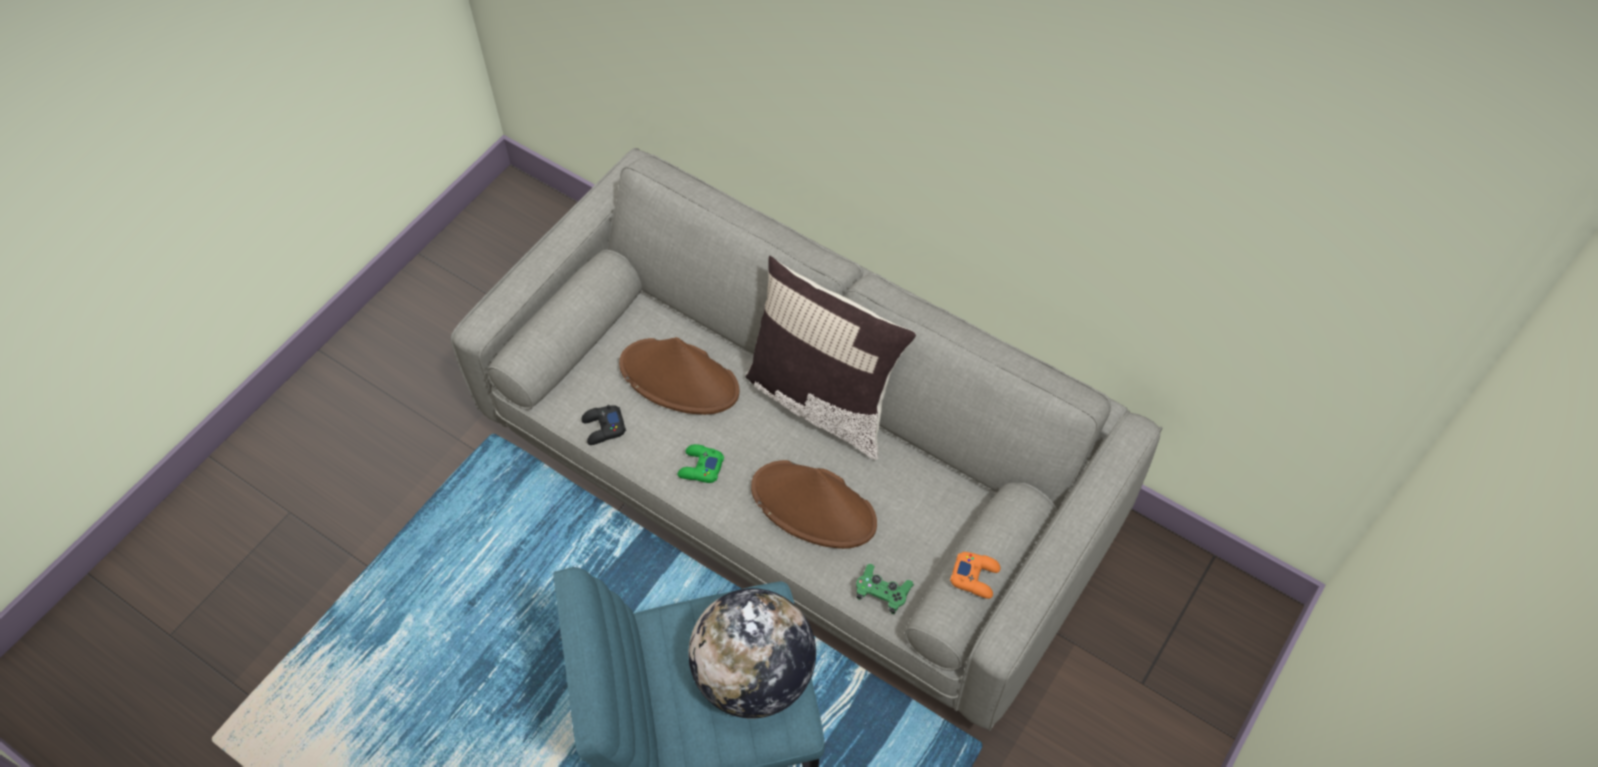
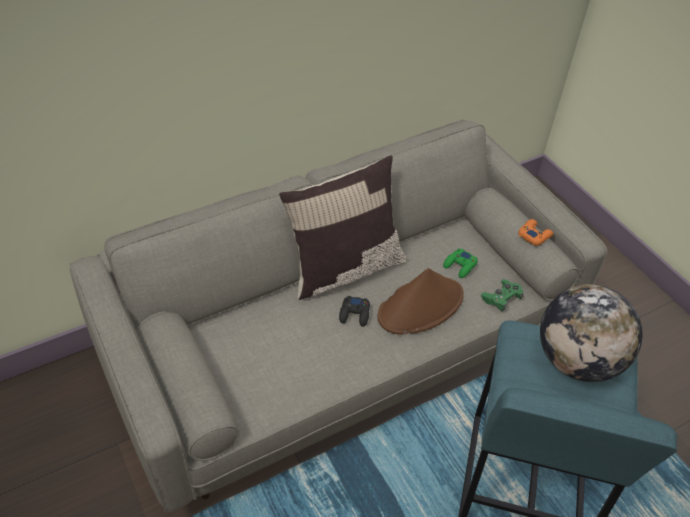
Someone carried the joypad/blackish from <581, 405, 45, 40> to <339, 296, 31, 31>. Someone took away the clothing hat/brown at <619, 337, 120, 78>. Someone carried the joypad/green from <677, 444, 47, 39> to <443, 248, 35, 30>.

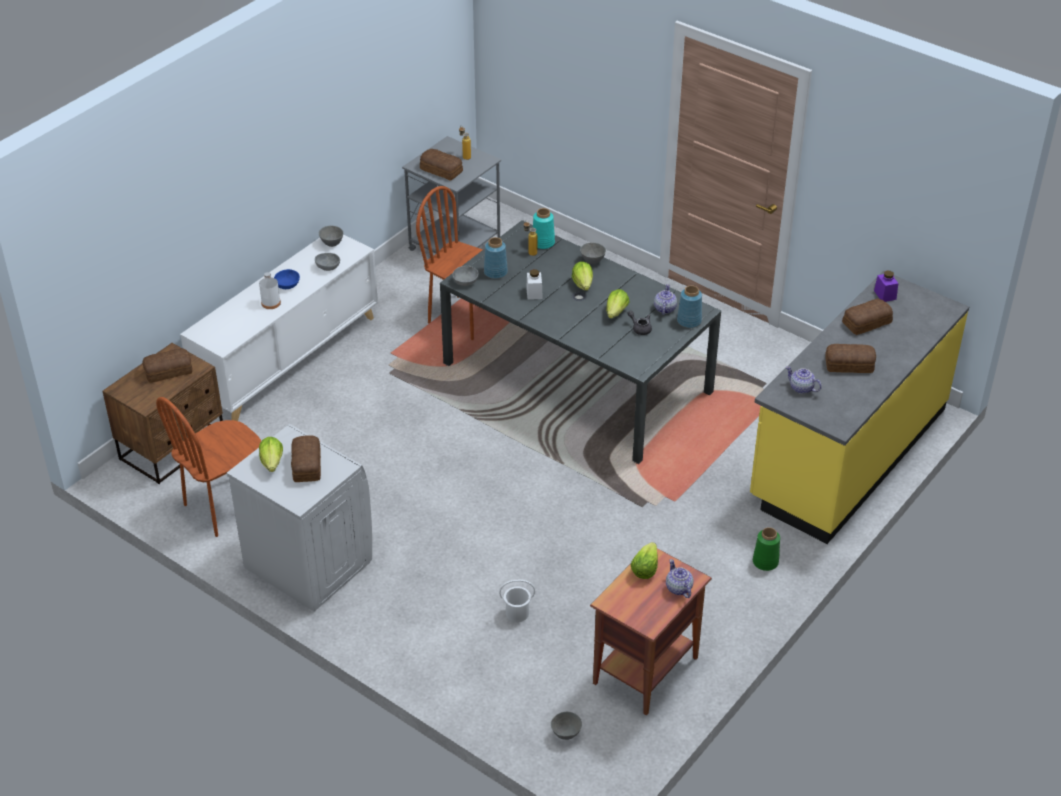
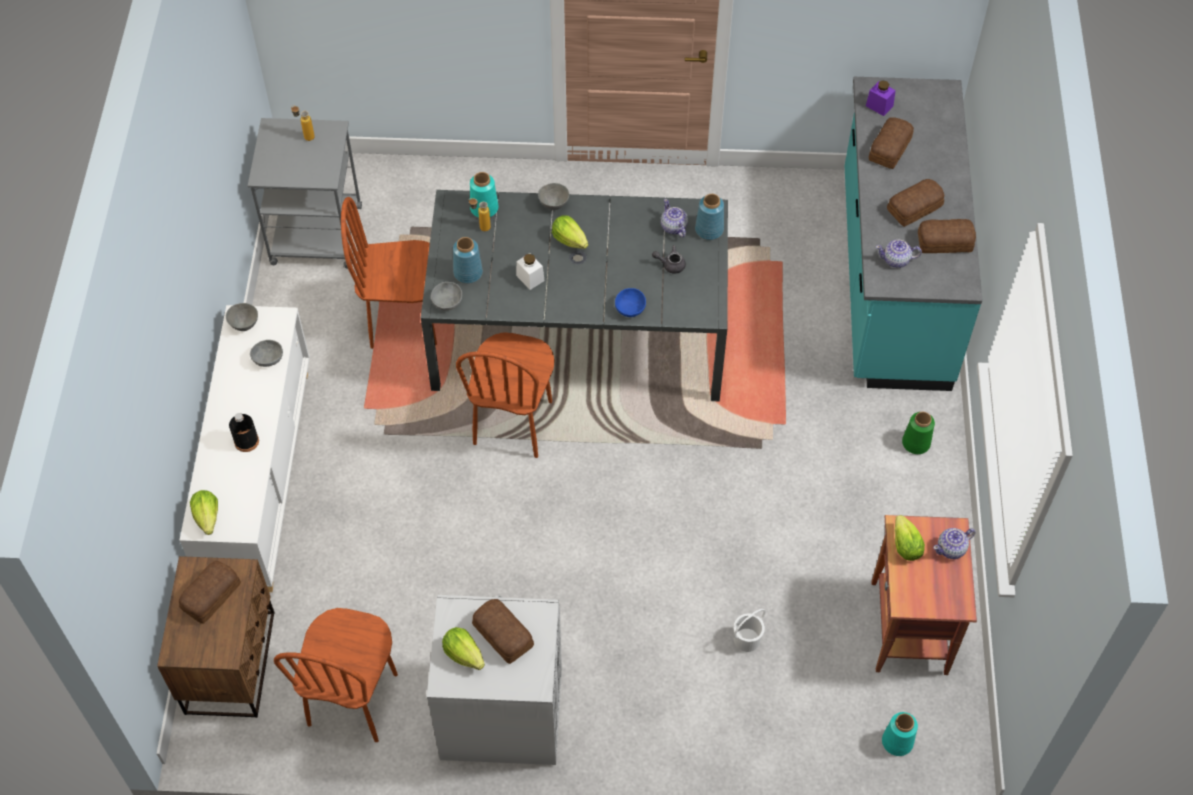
Someone repainted the bottle/white at <259, 272, 22, 37>, which became the bottle/blackish at <229, 413, 30, 39>. Someone carried the serving bowl/bluish from <274, 269, 26, 20> to <615, 288, 31, 29>. Someone carried the bread from <420, 149, 43, 32> to <918, 219, 58, 34>. Someone swapped the serving bowl/grey at <551, 712, 31, 28> for the flower vase/turquoise-coloured at <882, 712, 36, 44>. Someone carried the head of lettuce from <606, 289, 23, 30> to <190, 490, 28, 45>. Someone rotated the teapot at <666, 559, 28, 39> by 60 degrees counterclockwise. Someone repainted the kitchen base unit/yellow at <750, 271, 219, 273>, which became the kitchen base unit/turquoise-coloured at <845, 77, 138, 314>. Someone put down the chair/brown at <456, 332, 99, 126>.

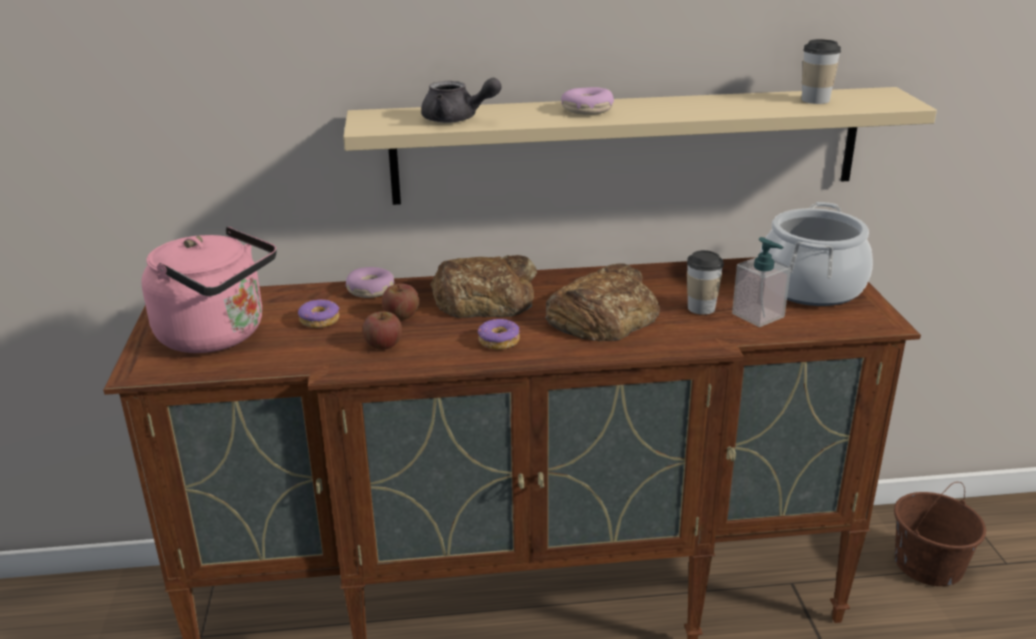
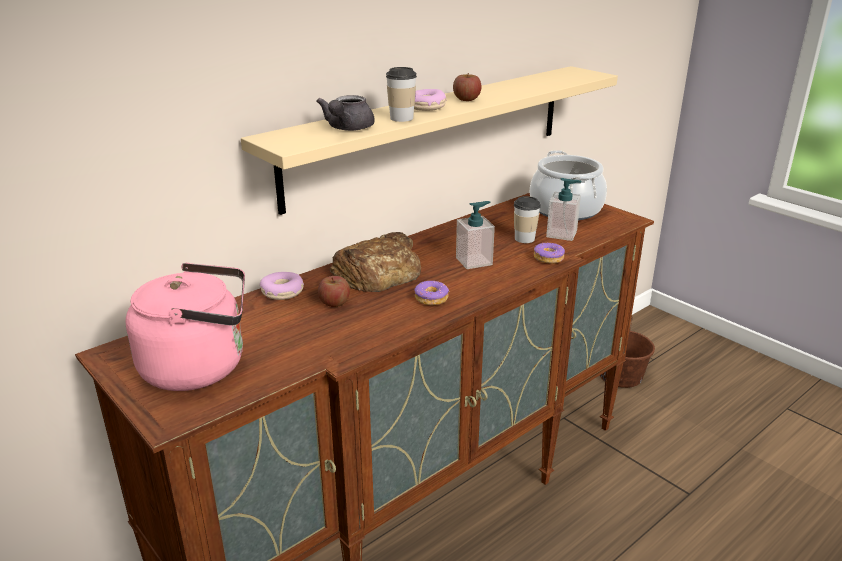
Someone carried the doughnut from <298, 299, 42, 29> to <534, 242, 31, 22>. Someone carried the apple fruit from <362, 311, 40, 39> to <453, 73, 28, 28>. Someone rotated the teapot/grey at <421, 78, 80, 45> by 120 degrees clockwise. Someone swapped the bread at <545, 263, 115, 78> for the soap bottle at <456, 201, 39, 68>. Someone carried the small cup from <802, 39, 39, 65> to <386, 67, 31, 55>.

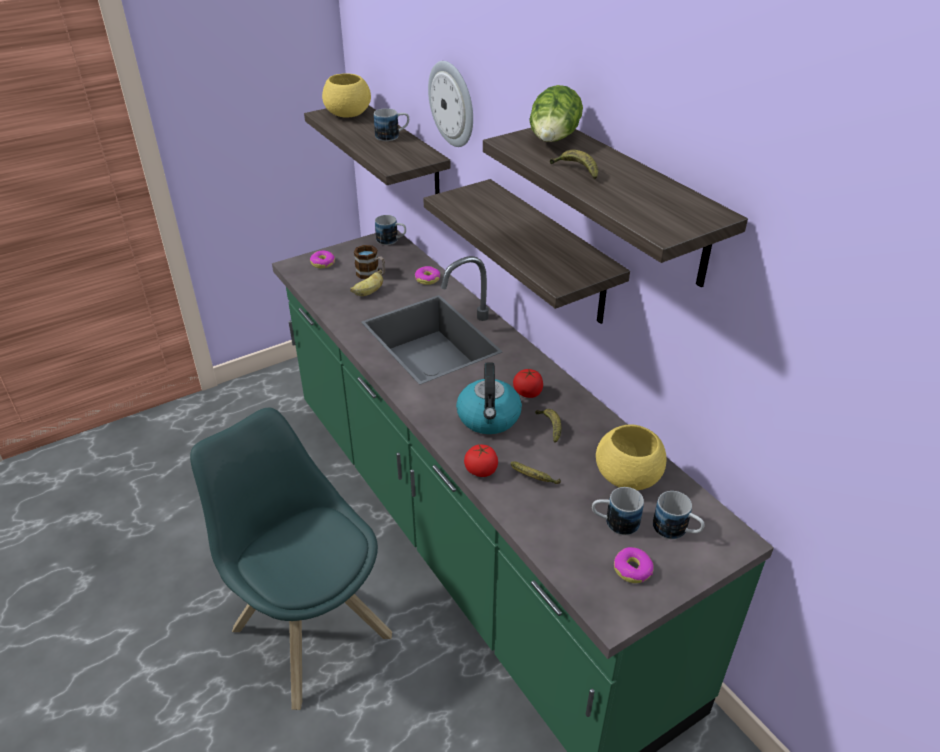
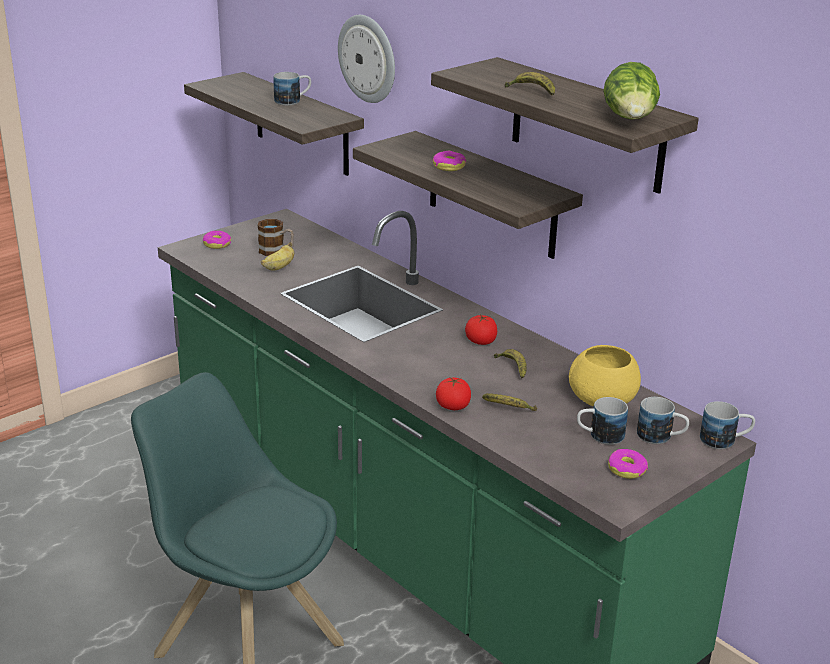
Someone took away the serving bowl/yellow at <322, 74, 49, 44>. Someone carried the coffee mug from <375, 215, 31, 30> to <700, 401, 55, 48>. Someone carried the doughnut from <415, 266, 25, 19> to <432, 151, 34, 20>. Someone took away the kettle at <456, 363, 66, 71>. Someone carried the head of lettuce from <530, 85, 53, 57> to <603, 62, 57, 57>.

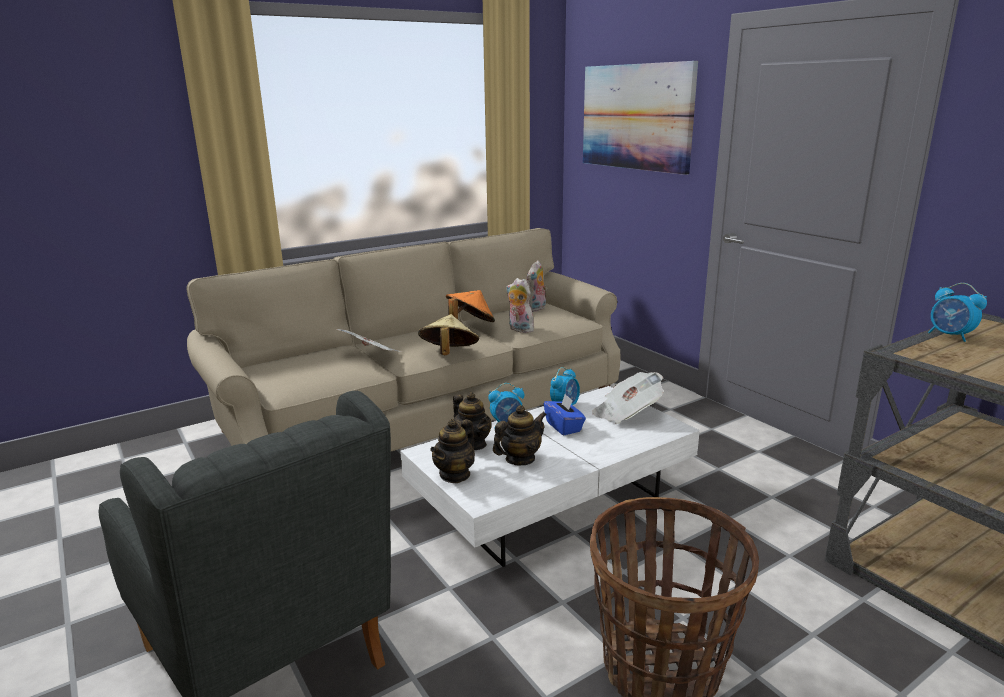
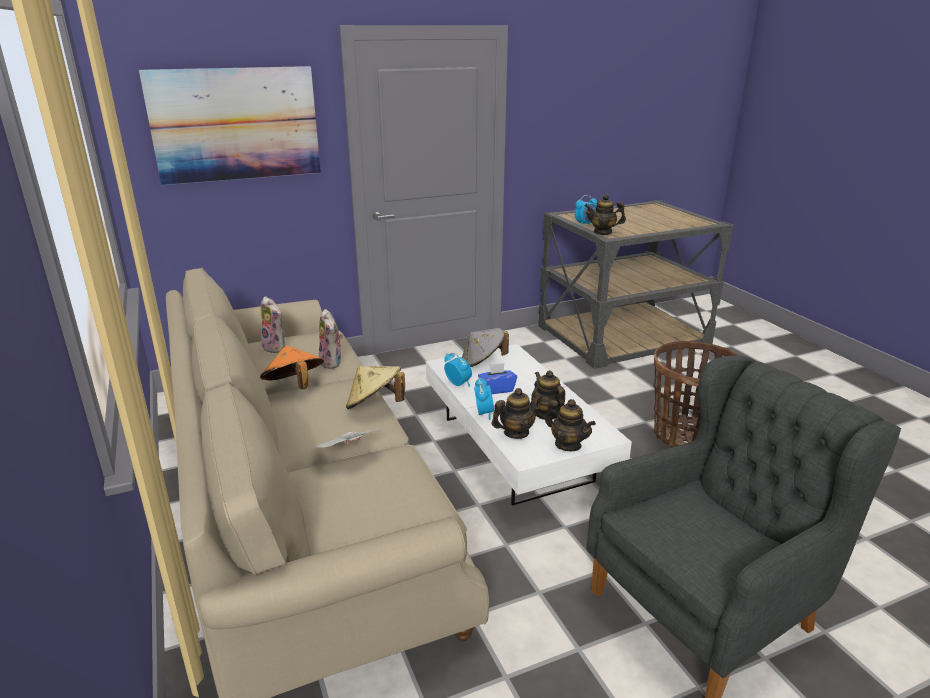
Someone rotated the plush toy at <506, 278, 28, 55> by 75 degrees counterclockwise. Someone swapped the printed paper at <592, 372, 72, 52> for the clothing hat/grey at <462, 328, 47, 39>. Someone put down the teapot at <584, 195, 42, 40>.

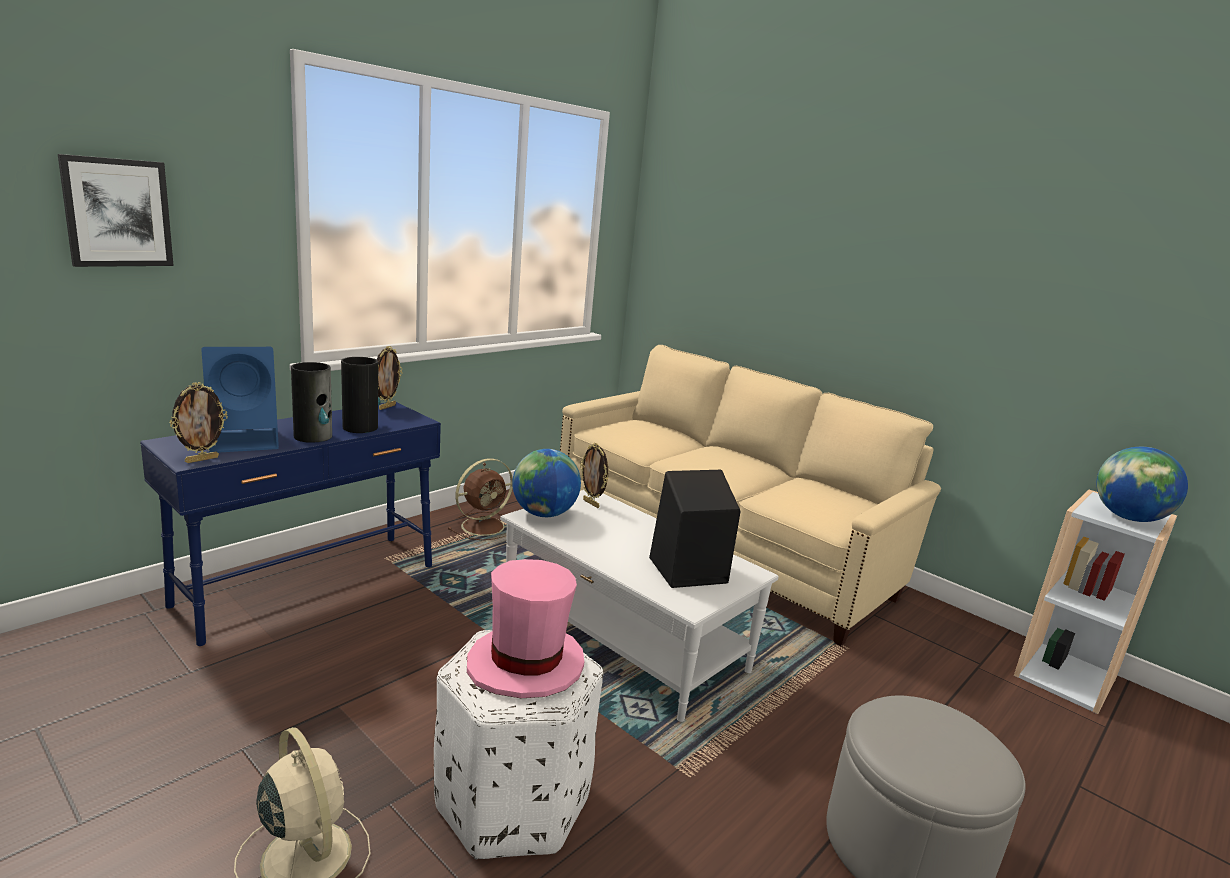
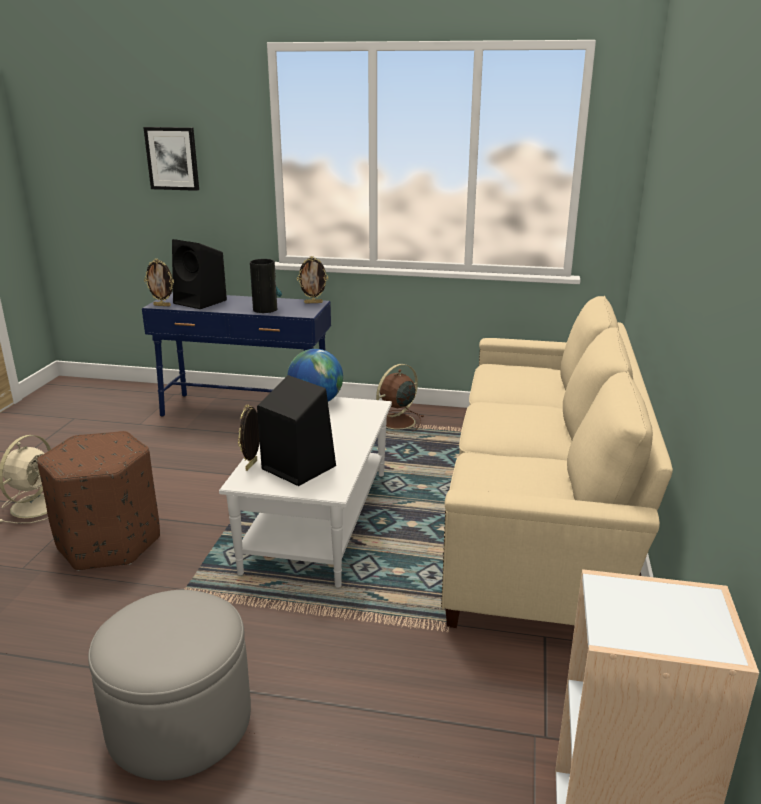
Someone repainted the audio speaker/bluish at <201, 347, 78, 106>, which became the audio speaker/blackish at <172, 239, 55, 70>. Someone took away the flower vase at <291, 362, 41, 81>. Someone repainted the pouffe/white at <434, 630, 169, 229>, which became the pouffe/brown at <37, 431, 123, 140>. Someone rotated the cooling fan/brown at <448, 458, 65, 82> by 120 degrees clockwise. Someone took away the clothing hat/pink at <467, 559, 117, 139>. Someone carried the photo frame from <580, 443, 28, 65> to <238, 404, 22, 67>. Someone took away the globe at <1096, 447, 92, 75>.

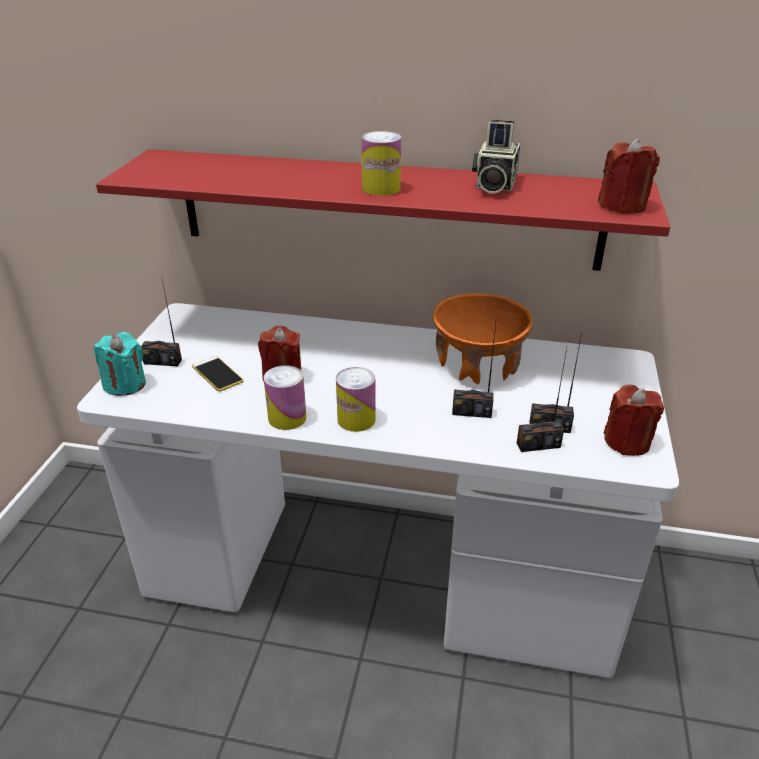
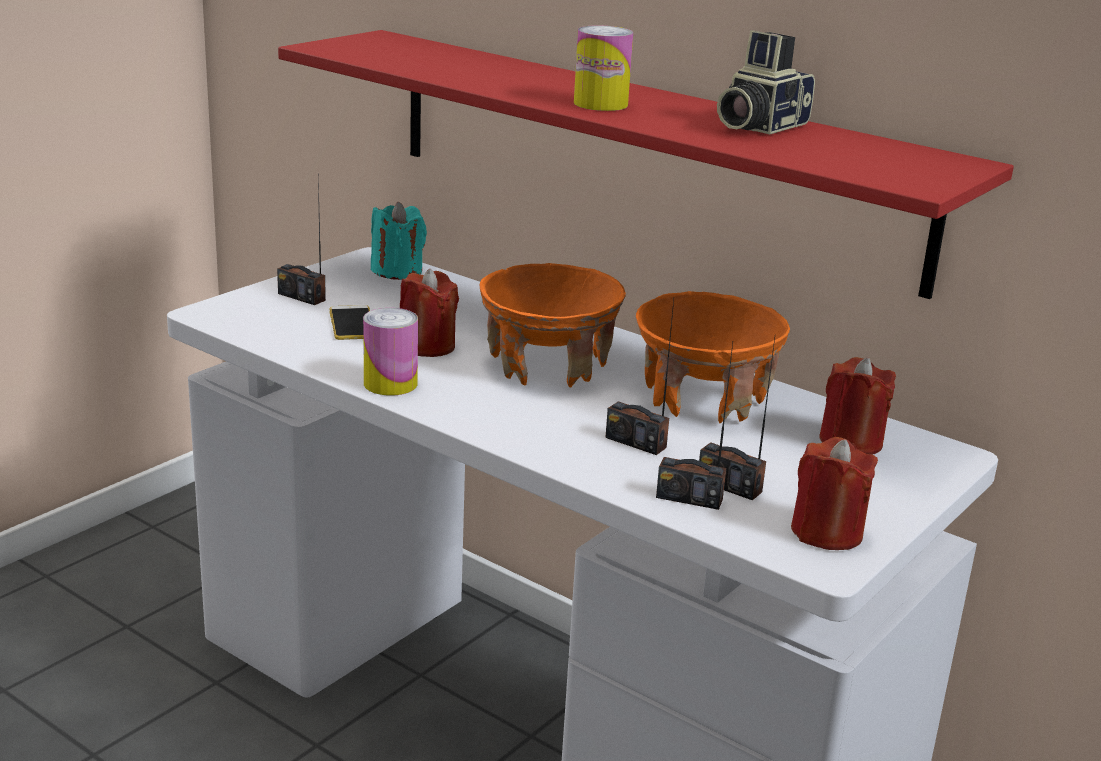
Someone carried the wax candle/turquoise-coloured from <94, 332, 52, 64> to <371, 202, 56, 78>. Someone took away the sealed can at <336, 367, 40, 65>. Someone carried the wax candle/red-coloured from <598, 138, 62, 76> to <820, 357, 76, 98>. Someone put down the serving bowl/orange-coloured at <480, 263, 146, 125>.

